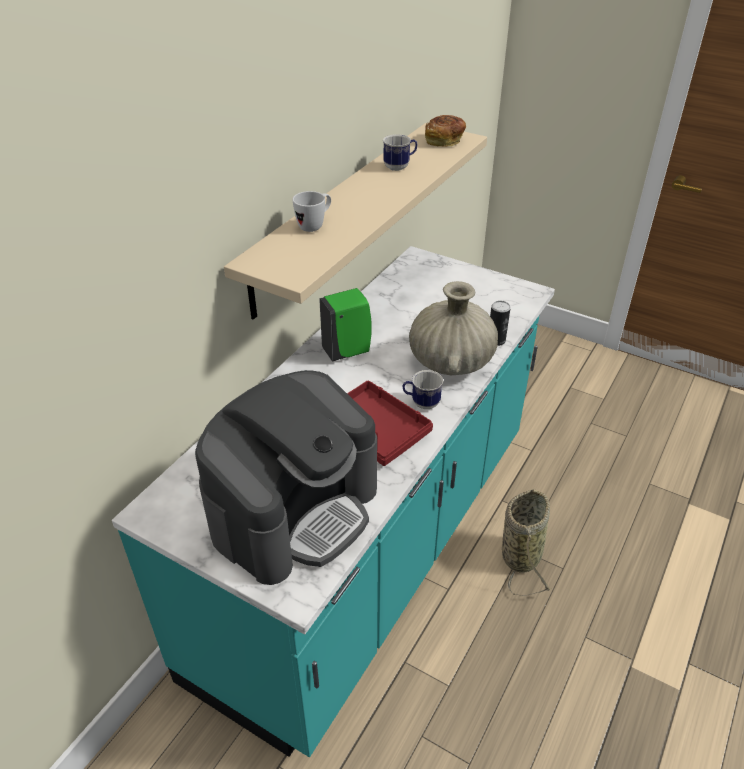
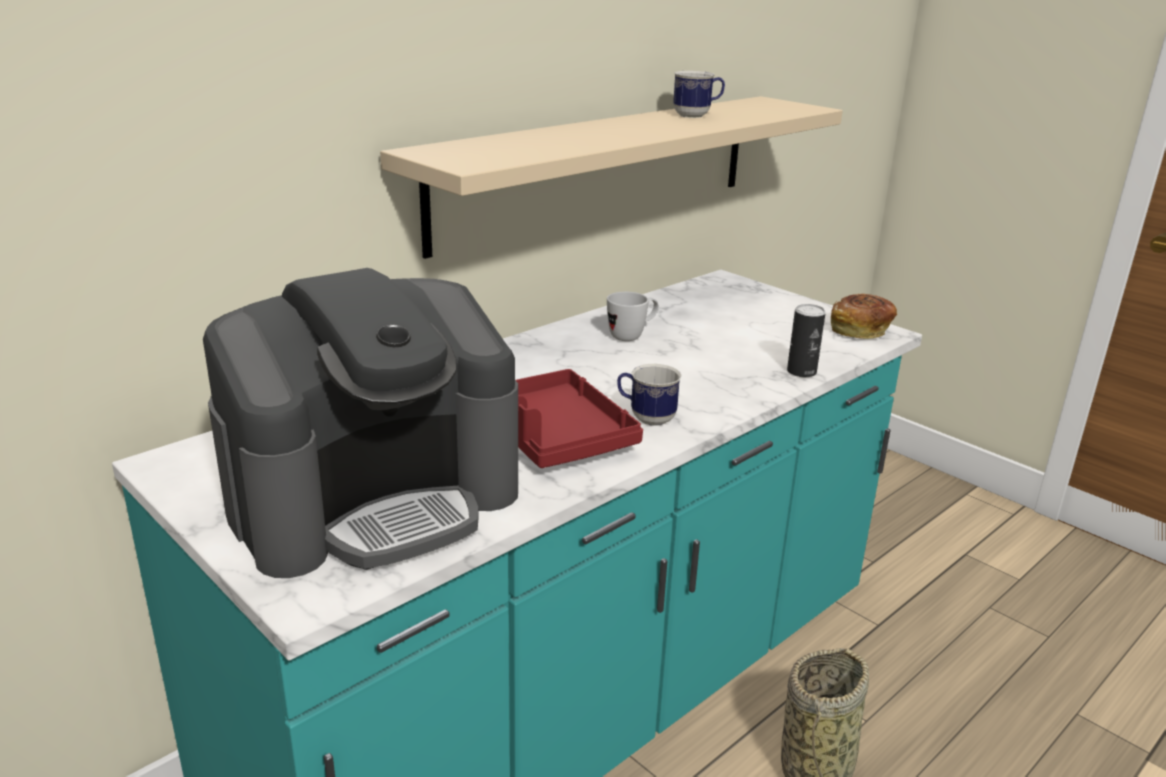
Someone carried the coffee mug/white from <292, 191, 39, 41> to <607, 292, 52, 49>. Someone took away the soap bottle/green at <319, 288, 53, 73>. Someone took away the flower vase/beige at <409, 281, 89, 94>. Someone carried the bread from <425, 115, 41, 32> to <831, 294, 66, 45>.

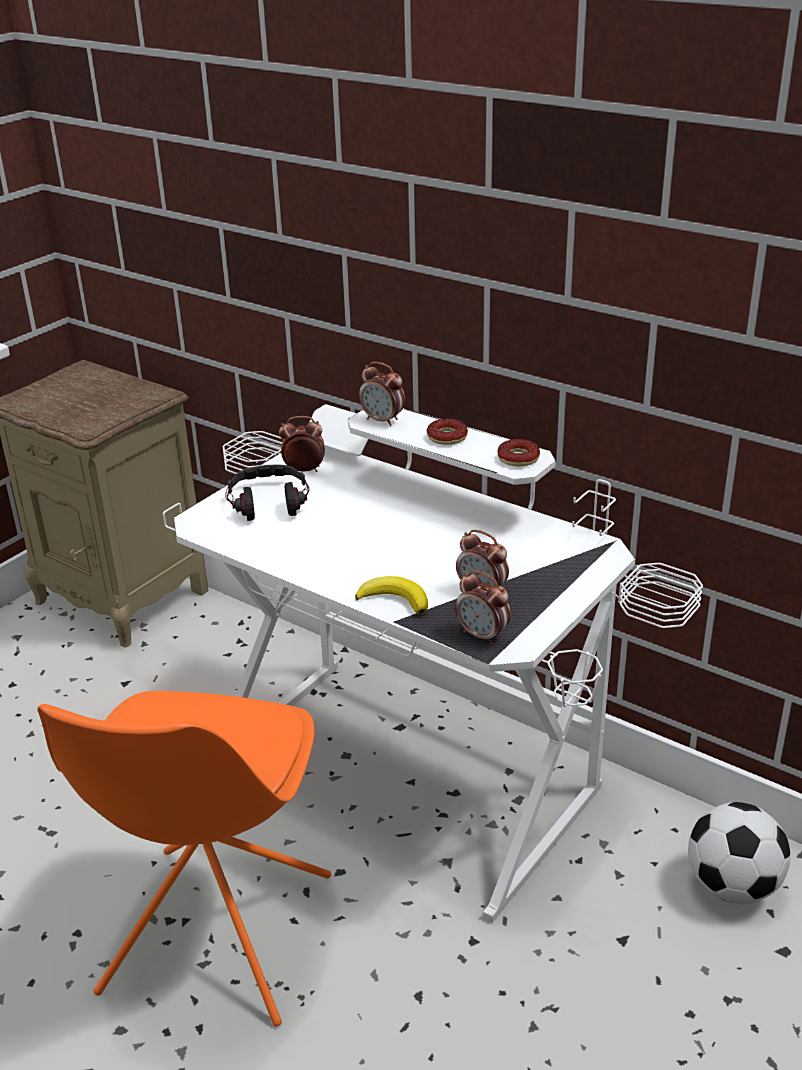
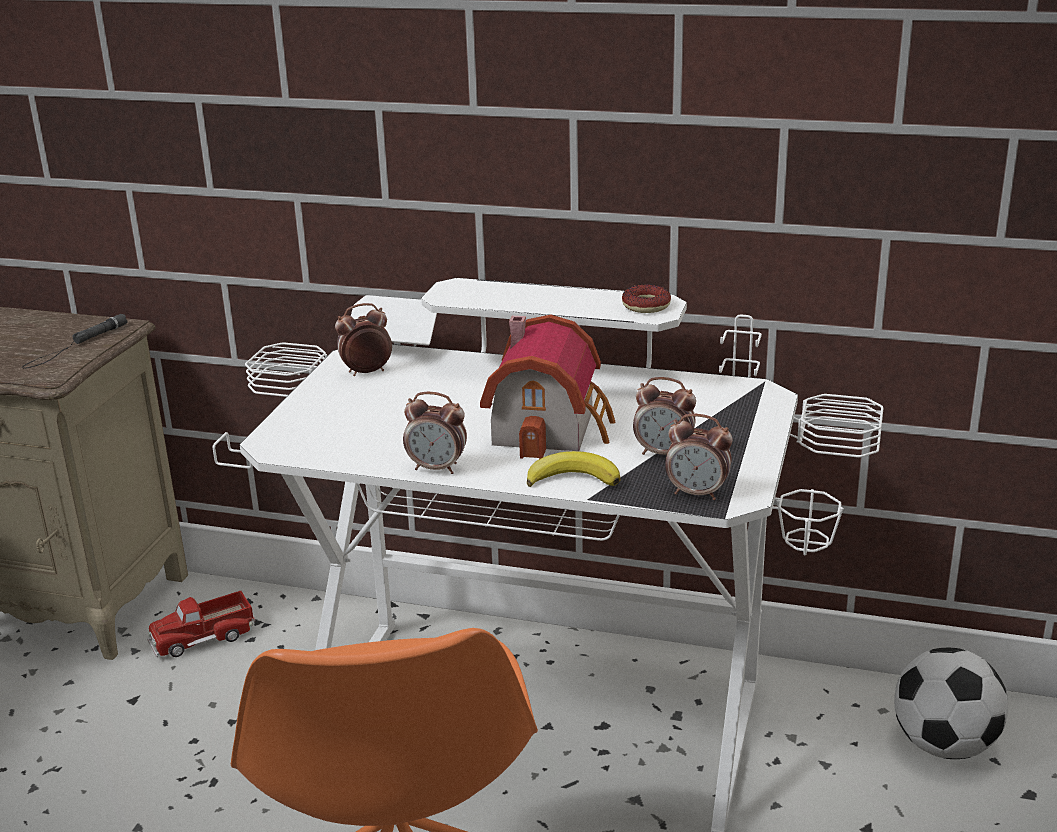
Someone took away the pair of headphones at <225, 464, 84, 57>. Someone carried the table clock from <359, 362, 46, 64> to <403, 392, 64, 82>. Someone took away the doughnut at <427, 418, 41, 27>. Someone put down the hand torch/blackish at <22, 314, 106, 55>. Someone put down the model truck at <147, 591, 108, 66>. Someone put down the miniature house at <480, 315, 136, 144>.

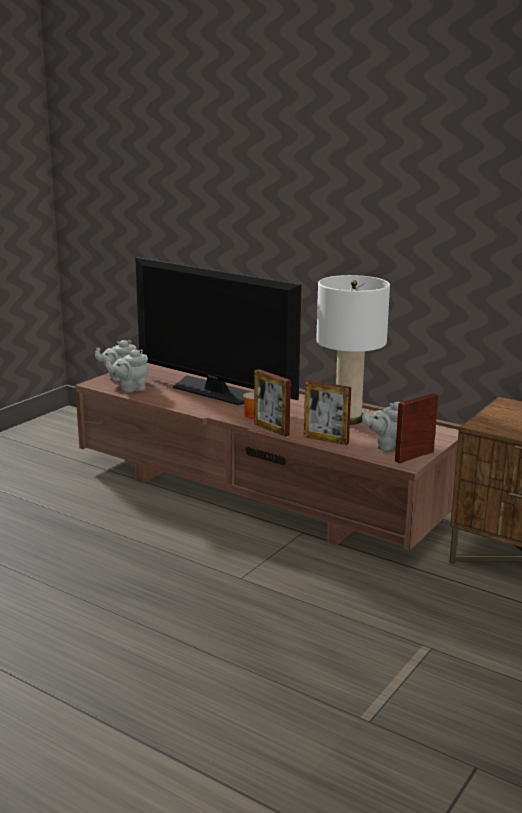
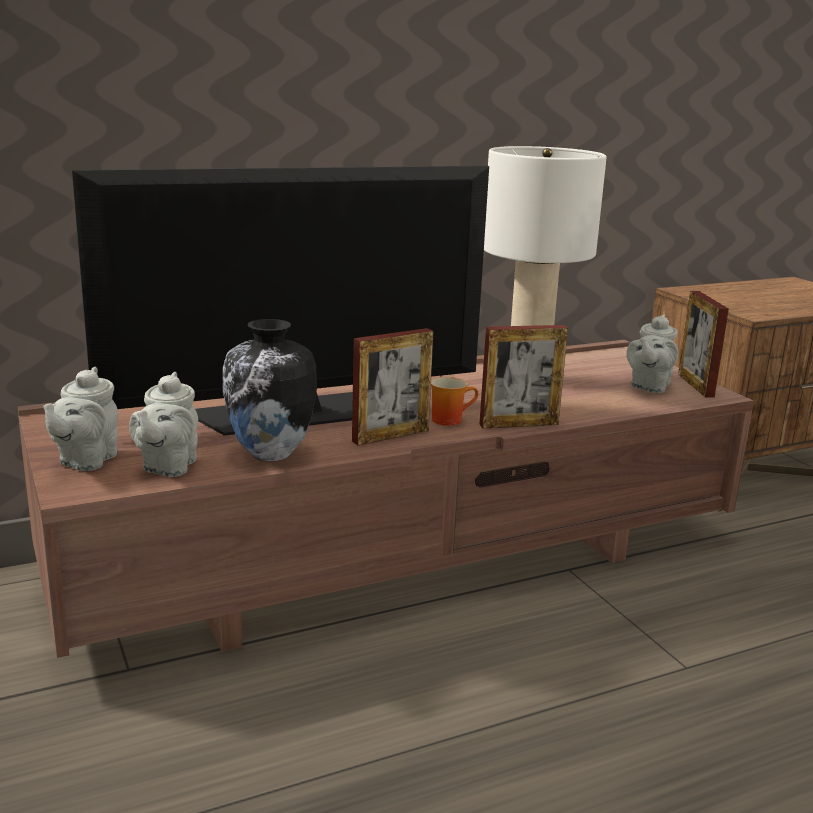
Someone carried the photo frame from <304, 380, 47, 65> to <352, 328, 81, 117>. Someone put down the flower vase at <223, 319, 94, 142>.

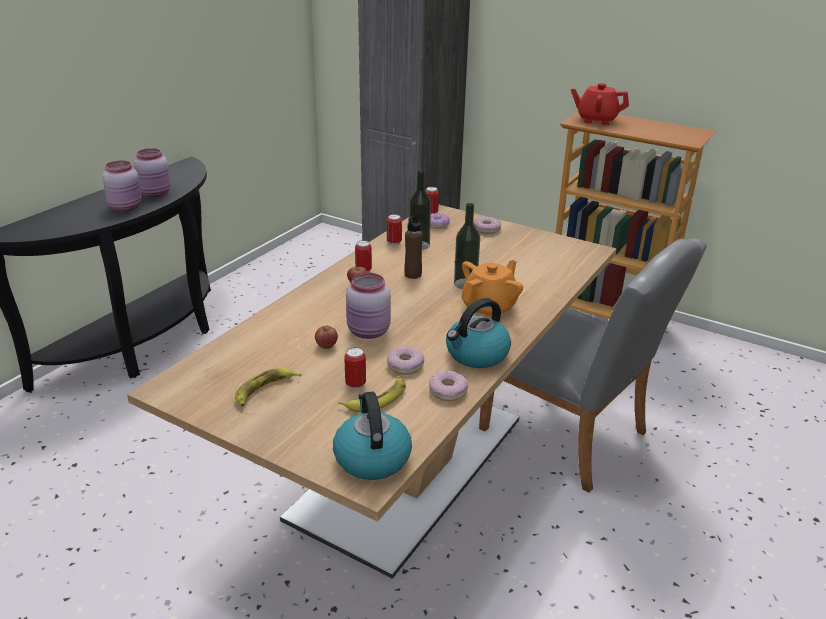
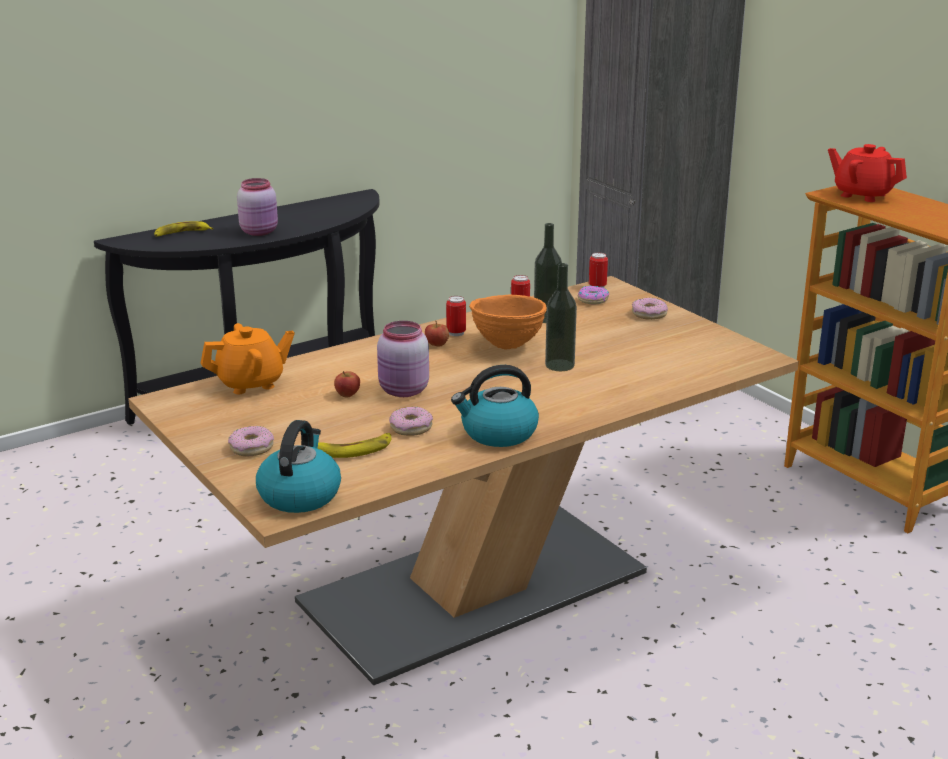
Someone took away the storage jar/pink at <134, 148, 37, 49>. Someone carried the banana from <235, 368, 66, 38> to <154, 221, 60, 16>. Someone took away the sealed can at <344, 347, 22, 43>. Someone swapped the bottle/brown at <404, 214, 19, 65> for the serving bowl/orange-coloured at <469, 295, 78, 55>. Someone carried the doughnut from <429, 371, 39, 30> to <228, 426, 46, 30>. Someone carried the teapot/orange-coloured from <462, 260, 61, 58> to <201, 323, 94, 71>. Someone took away the chair/grey at <479, 238, 228, 254>.

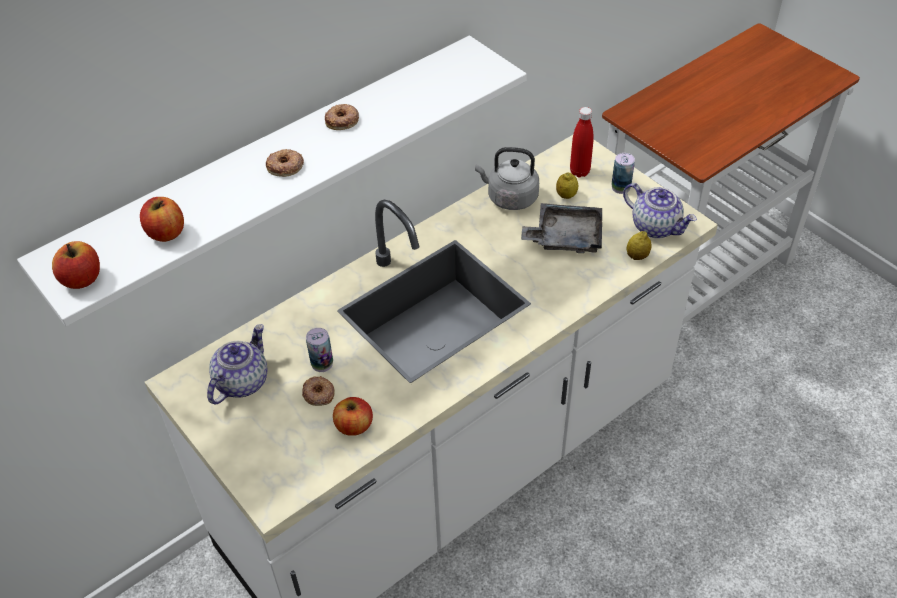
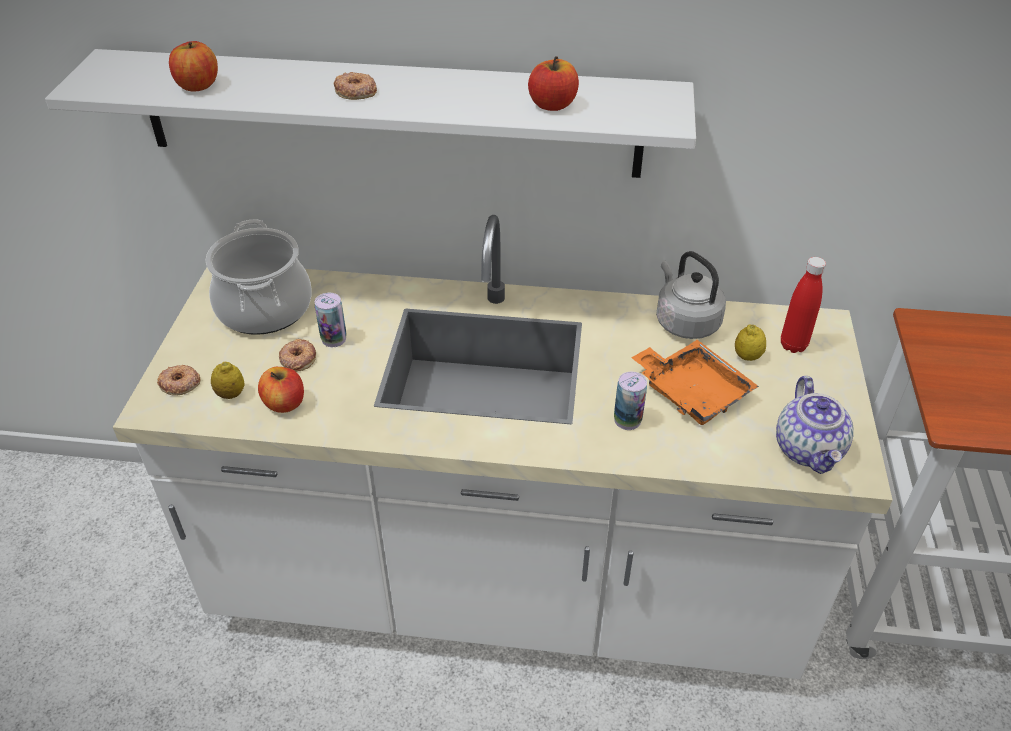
Someone carried the apple fruit from <52, 241, 48, 48> to <528, 56, 51, 55>. Someone swapped the teapot at <207, 324, 60, 80> for the stockpot at <205, 219, 107, 116>. Someone carried the doughnut from <325, 104, 34, 26> to <157, 365, 43, 31>. Someone repainted the carrying tray/grey at <521, 203, 81, 50>, which became the carrying tray/orange-coloured at <631, 340, 128, 85>. Someone carried the sealed can from <612, 153, 23, 41> to <614, 372, 33, 58>. Someone carried the citrus fruit from <627, 231, 24, 29> to <211, 362, 33, 37>.

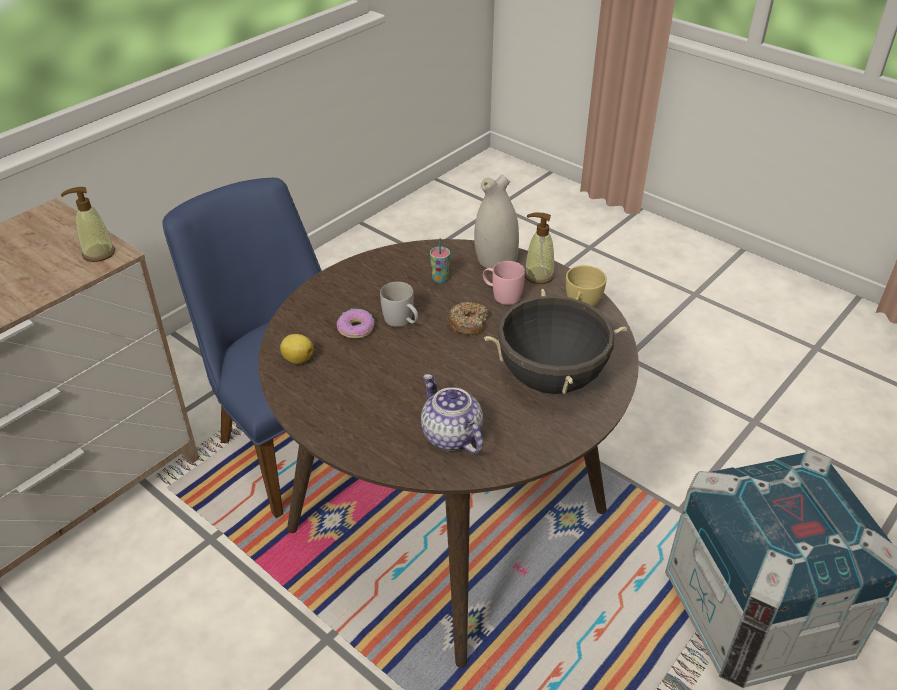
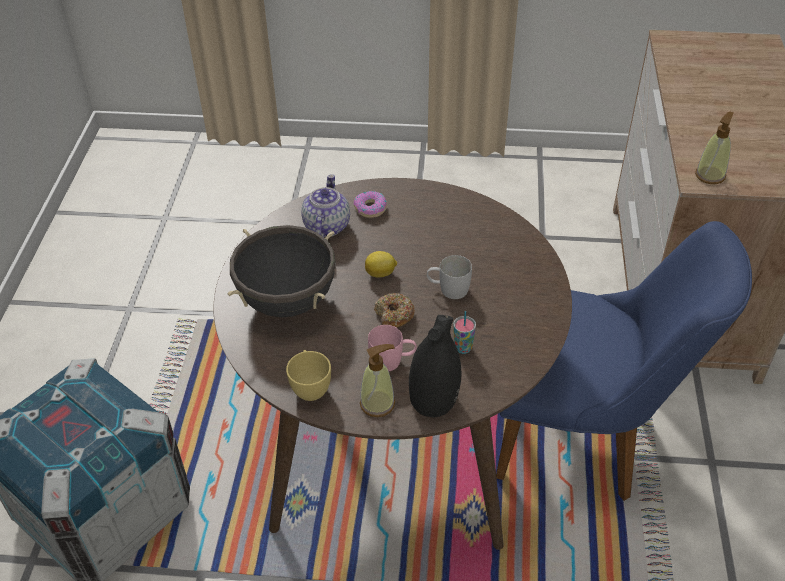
Someone carried the citrus fruit from <280, 334, 34, 30> to <365, 251, 32, 27>. Someone carried the doughnut from <337, 308, 38, 30> to <353, 191, 34, 27>. Someone rotated the teapot at <421, 374, 62, 80> by 105 degrees counterclockwise. Someone repainted the flower vase/white at <474, 174, 45, 94>, which became the flower vase/blackish at <409, 315, 53, 102>.

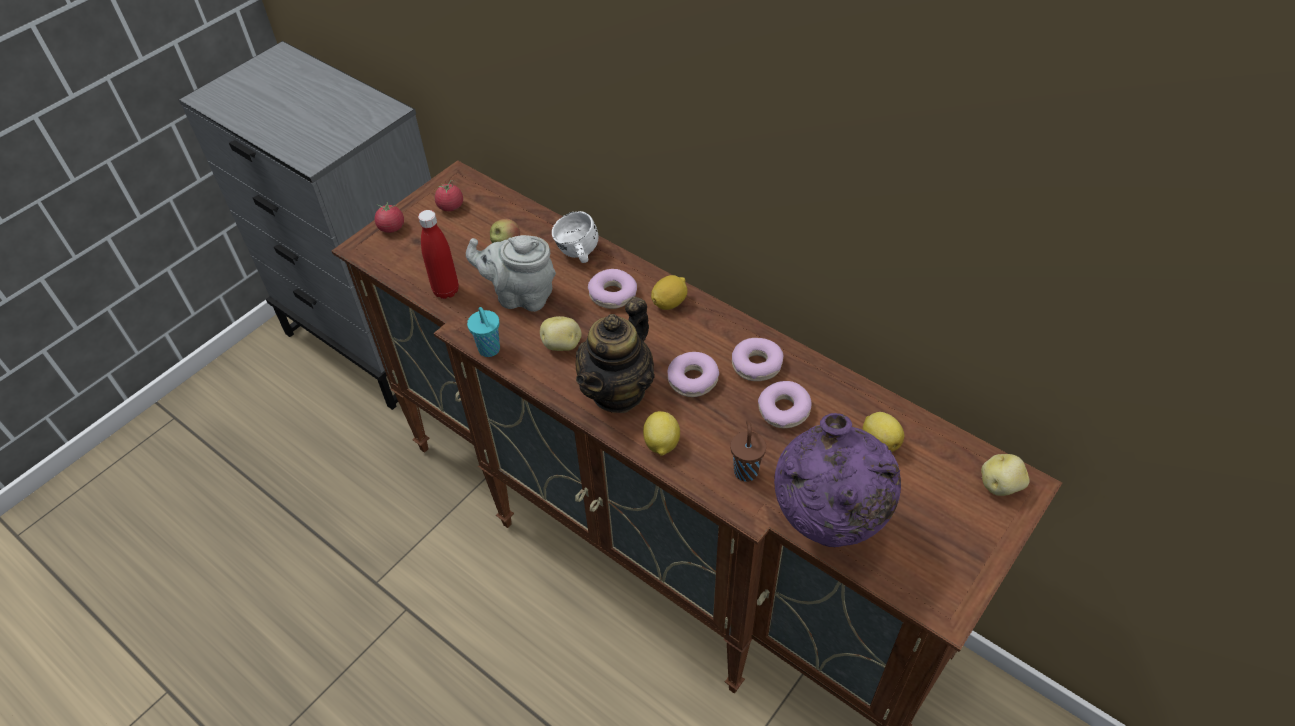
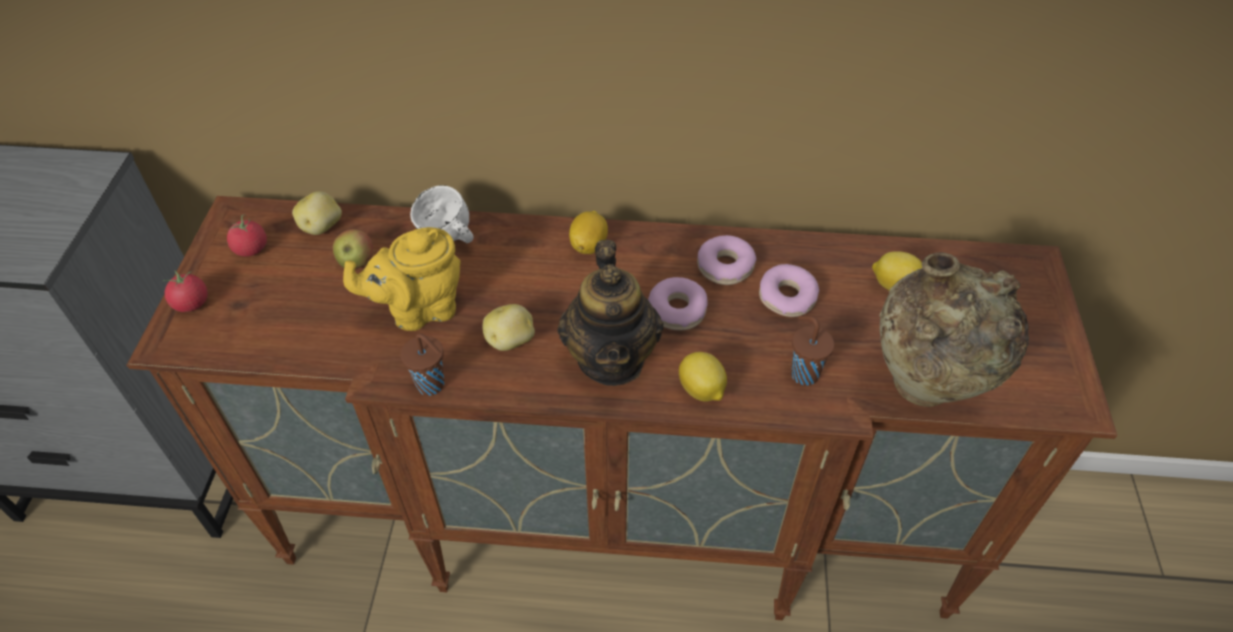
Someone took away the bottle/red-coloured at <418, 210, 41, 89>. Someone repainted the teapot/grey at <466, 235, 90, 77>, which became the teapot/yellow at <343, 227, 118, 104>. Someone repainted the small cup/turquoise-coloured at <467, 307, 33, 50>, which became the small cup/brown at <401, 333, 43, 63>. Someone took away the doughnut at <588, 269, 49, 40>. Someone repainted the flower vase/purple at <774, 413, 127, 134>, which became the flower vase/beige at <880, 252, 149, 155>. Someone carried the spud from <981, 454, 49, 42> to <292, 191, 50, 44>.

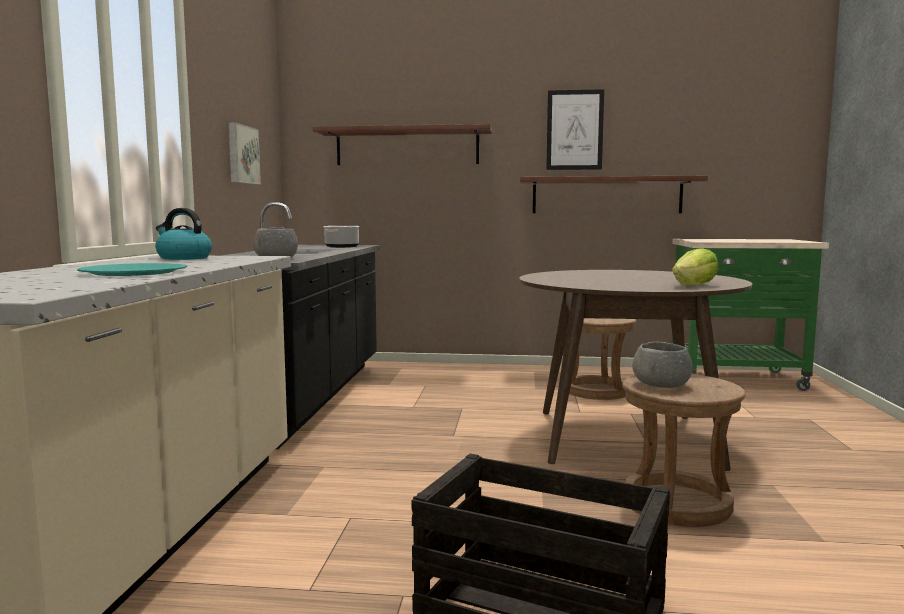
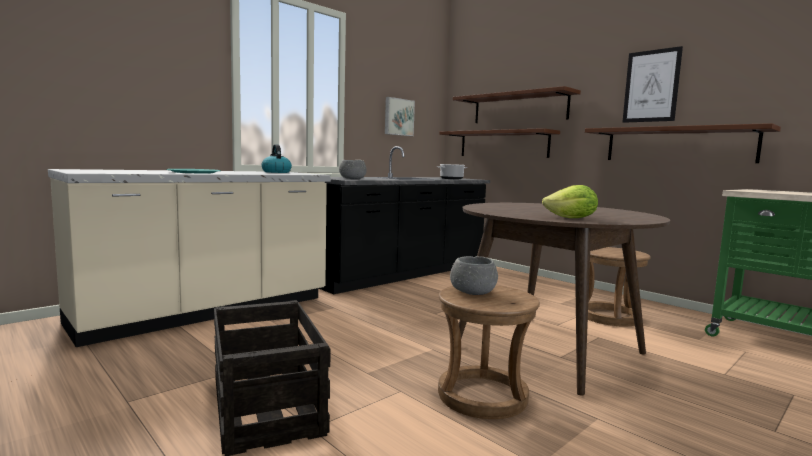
Someone put up the bracket shelf/brown at <439, 128, 121, 30>.

